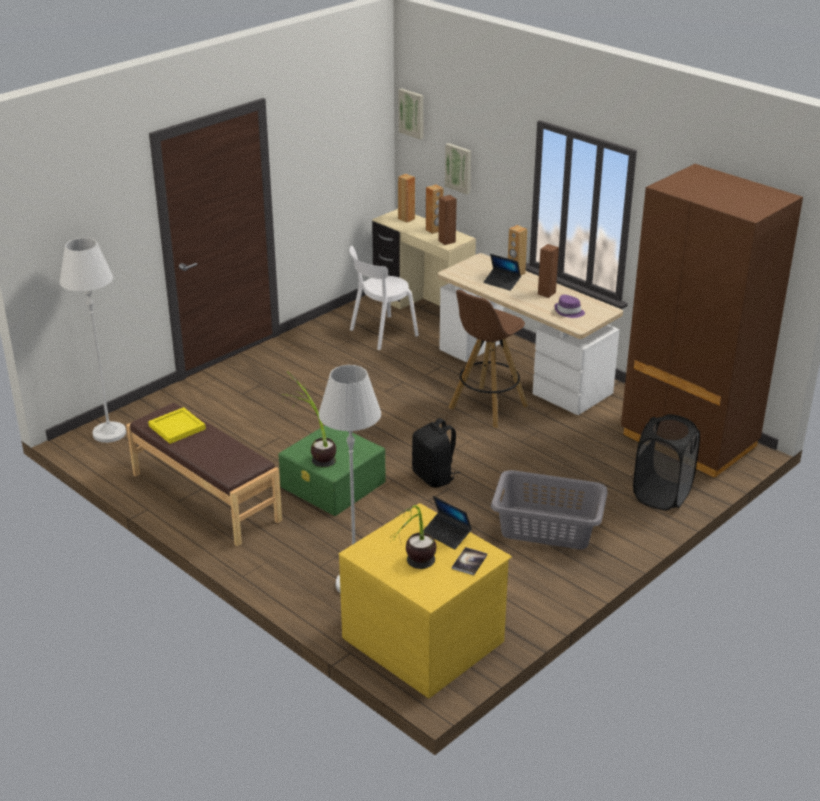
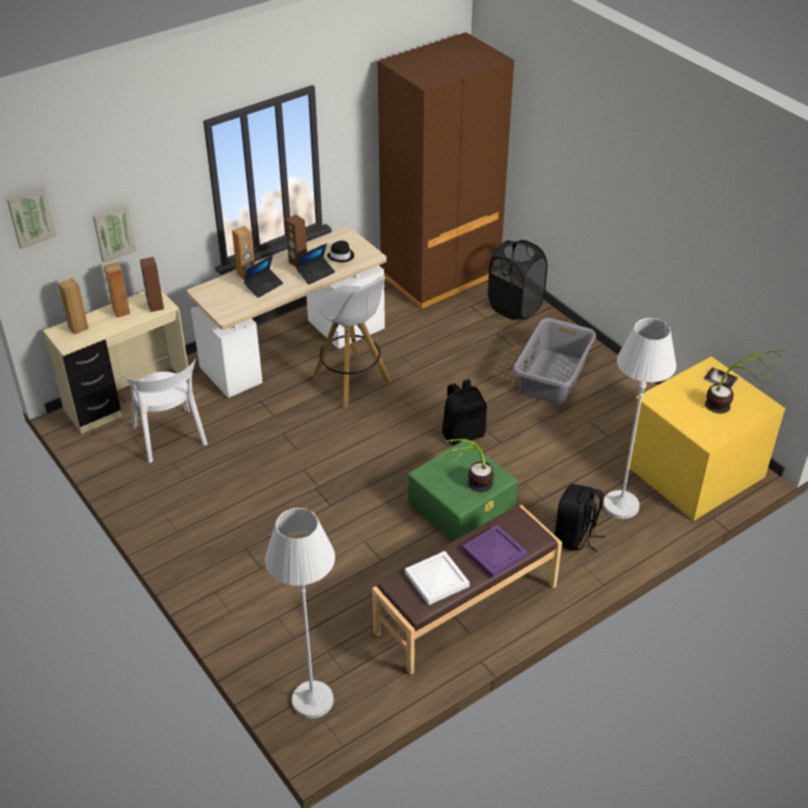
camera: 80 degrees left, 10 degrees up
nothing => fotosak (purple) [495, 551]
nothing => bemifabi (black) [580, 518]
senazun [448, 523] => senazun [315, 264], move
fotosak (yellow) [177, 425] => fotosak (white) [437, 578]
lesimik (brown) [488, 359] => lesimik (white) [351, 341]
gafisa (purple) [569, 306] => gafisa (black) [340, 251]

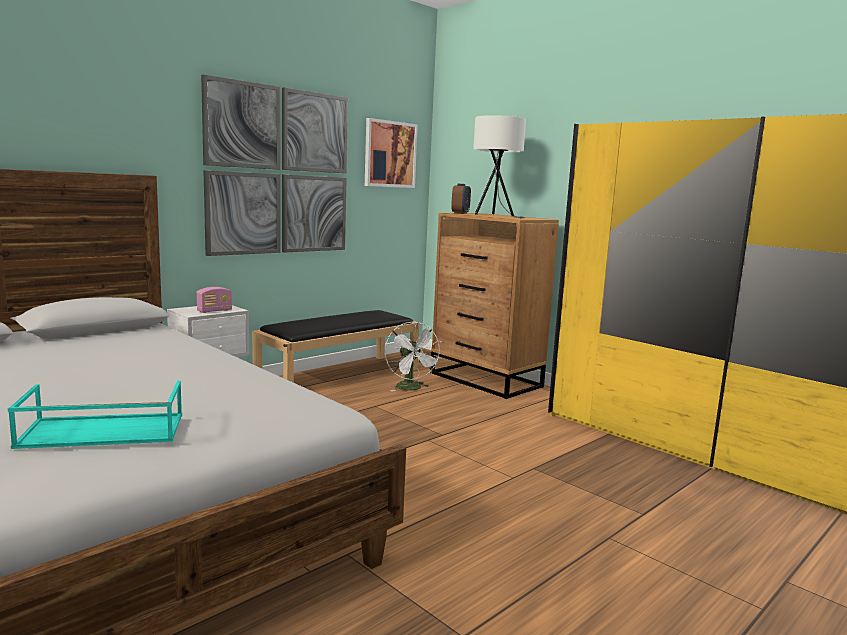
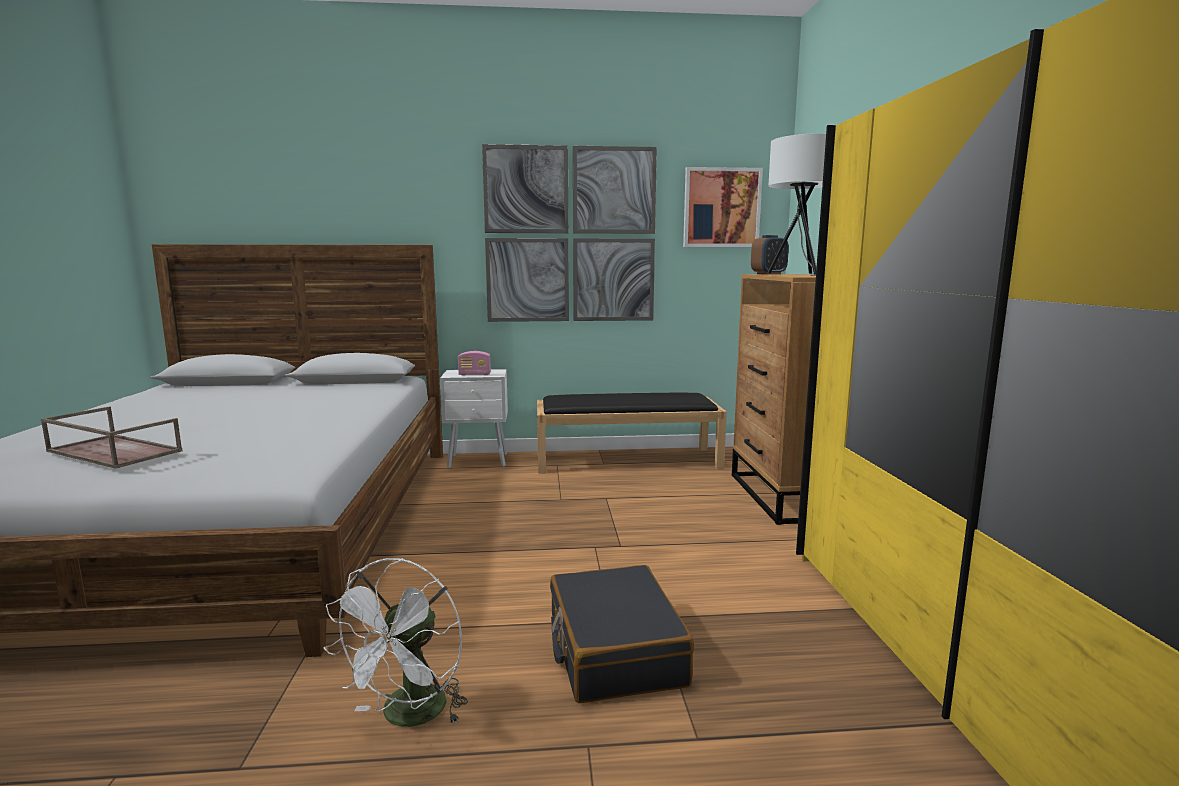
camera: 40 degrees right, 0 degrees up
nothing => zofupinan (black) [622, 634]
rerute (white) [413, 356] => rerute (white) [395, 642], move
fotosak (turquoise) [95, 415] => fotosak (brown) [111, 437]

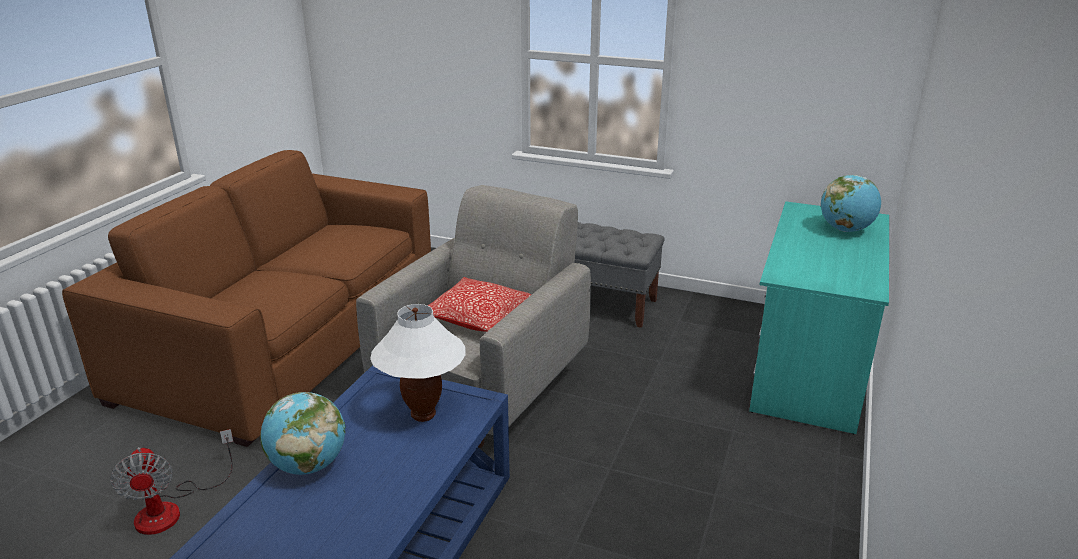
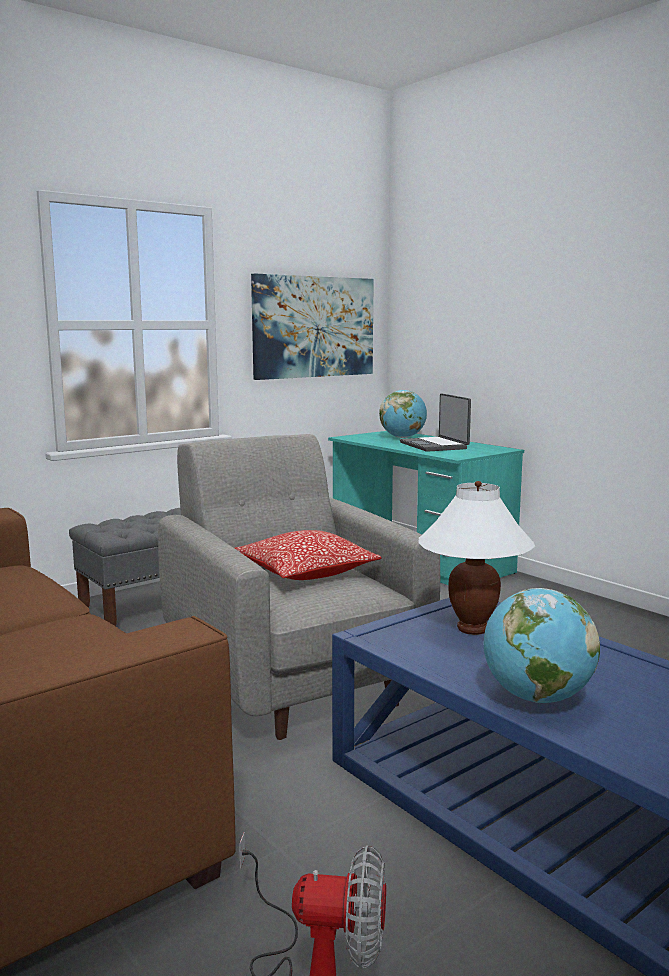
camera: 60 degrees left, 15 degrees down
nothing => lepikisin [312, 327]
nothing => senazun [435, 422]

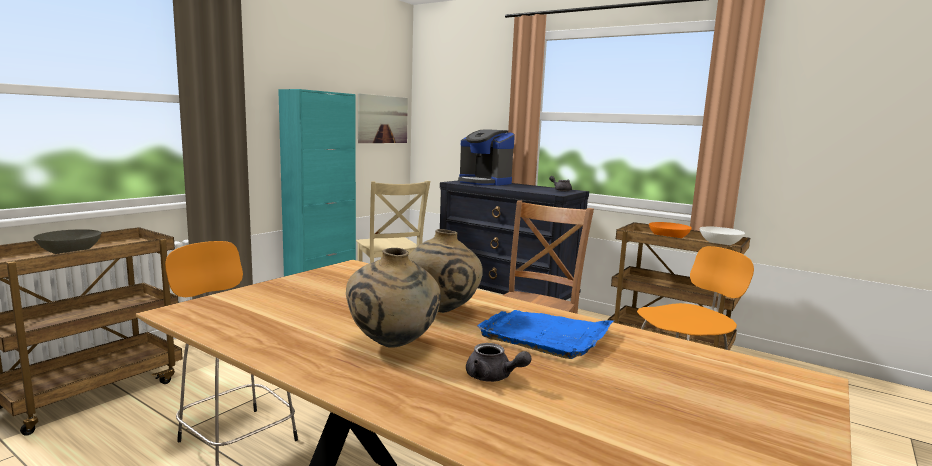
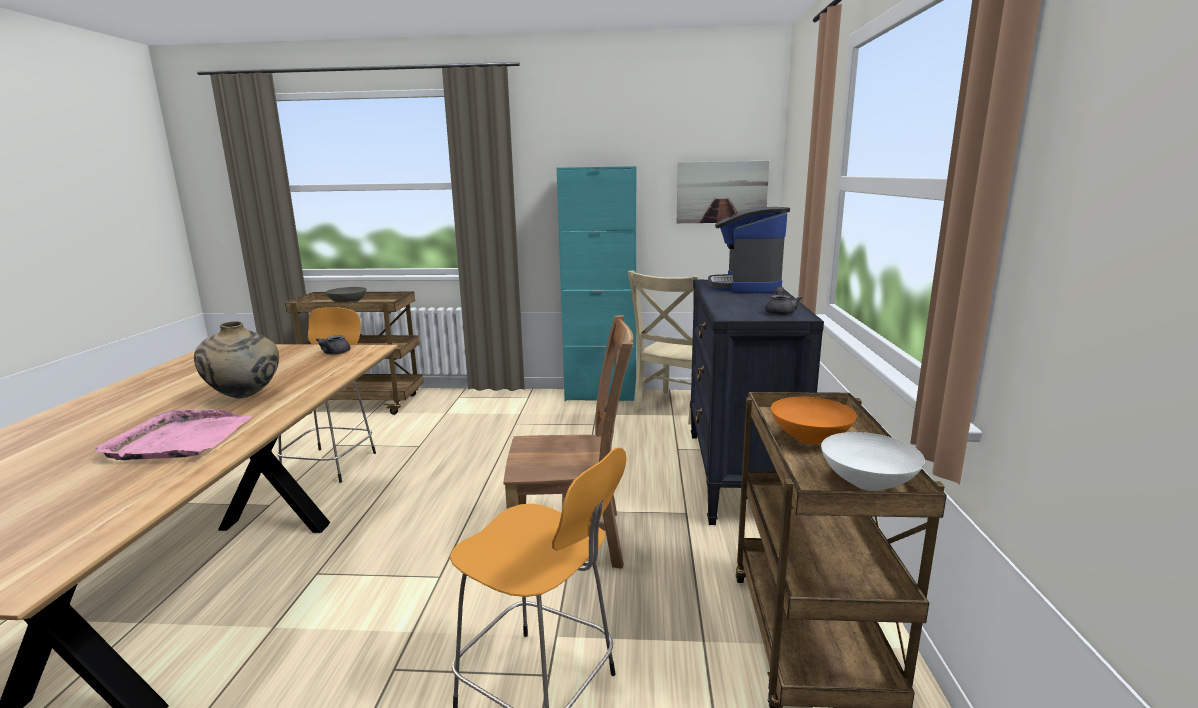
camera: 60 degrees right, 5 degrees up
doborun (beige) [393, 298] => nothing
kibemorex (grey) [499, 362] => kibemorex (grey) [333, 345], move
fotosak (blue) [545, 334] => fotosak (pink) [173, 434]

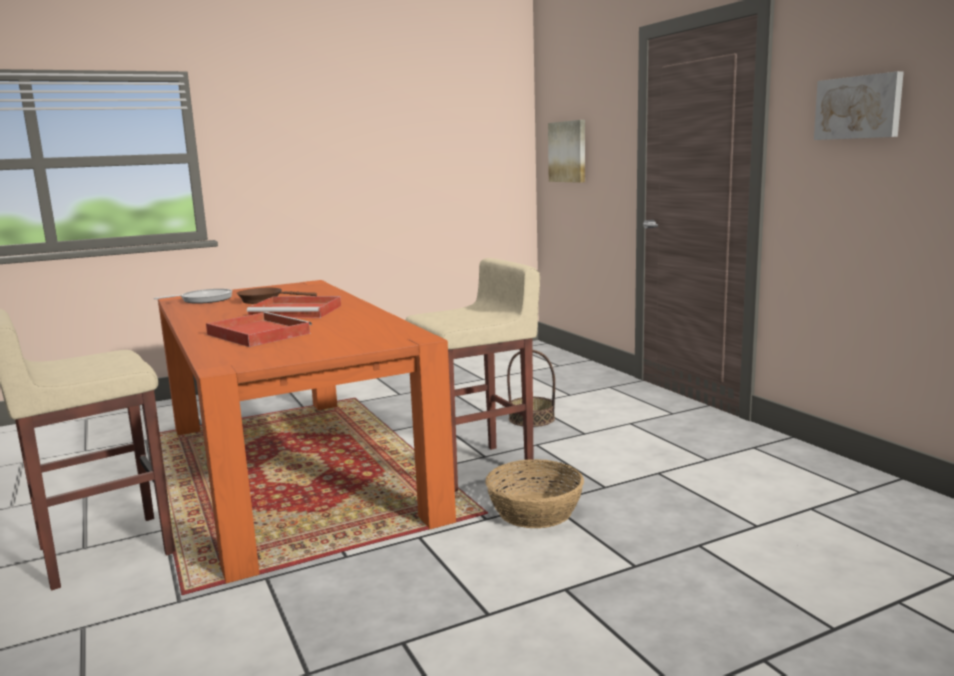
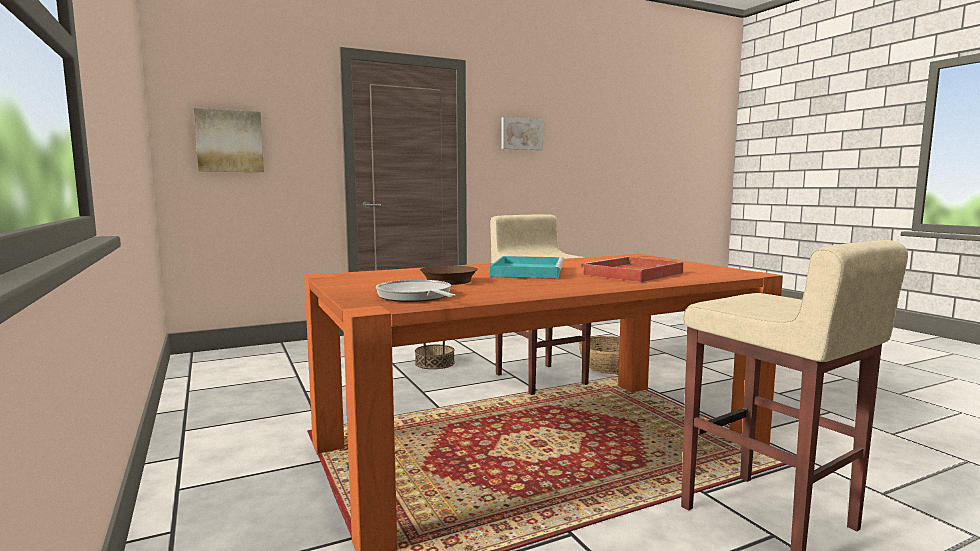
camera: 90 degrees left, 5 degrees down
fotosak (red) [294, 307] => fotosak (turquoise) [527, 267]

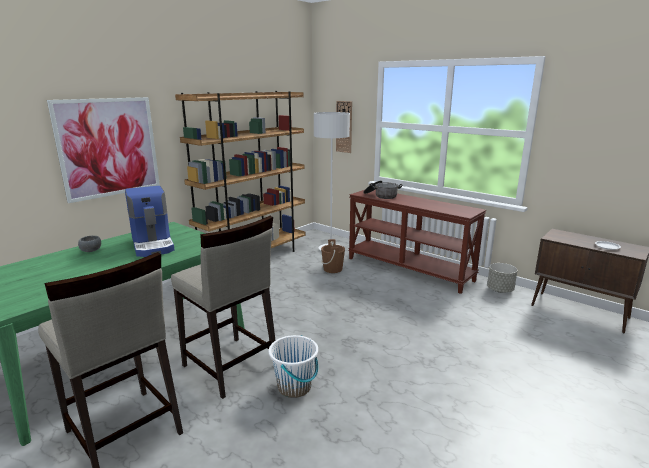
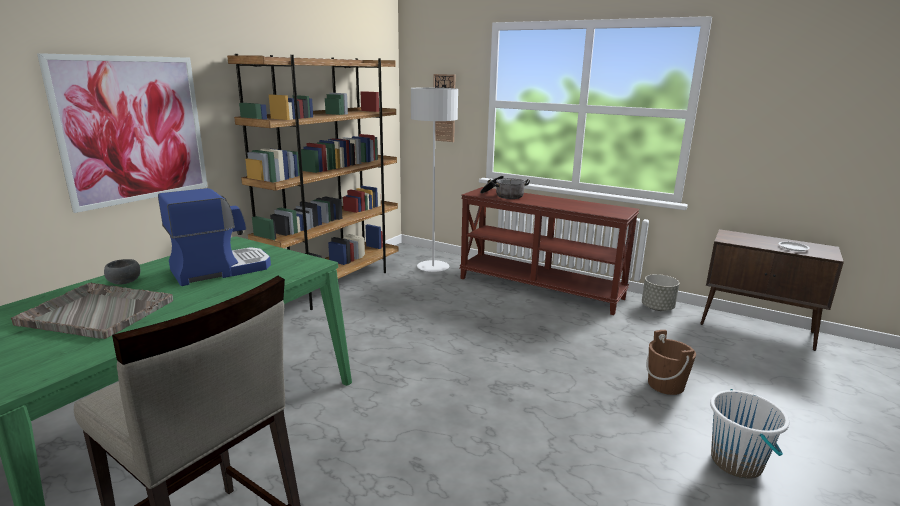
camera: 10 degrees left, 0 degrees up
lesimik (beige) [223, 307] => nothing
nothing => fotosak (grey) [92, 311]
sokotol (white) [293, 366] => sokotol (white) [749, 434], move
sokotol (brown) [333, 256] => sokotol (brown) [671, 362], move
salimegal [150, 221] => salimegal [214, 237], 90 degrees counterclockwise

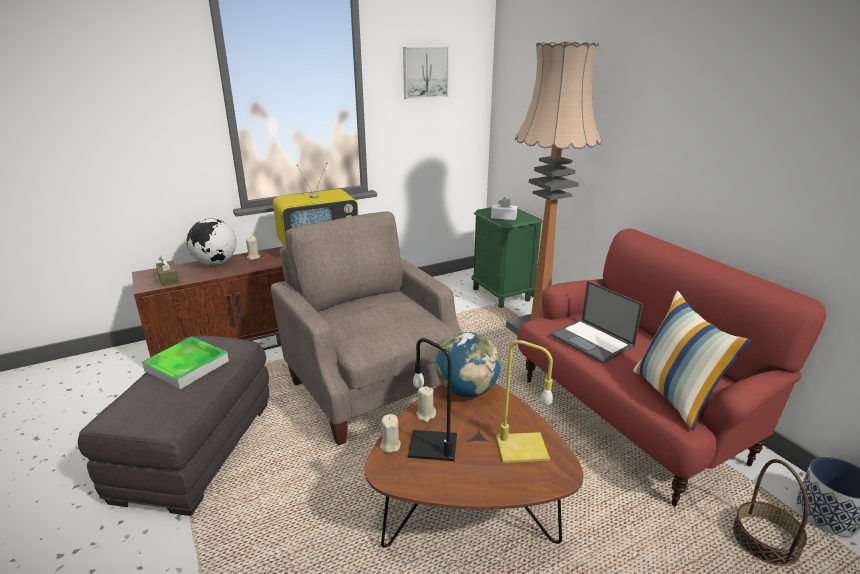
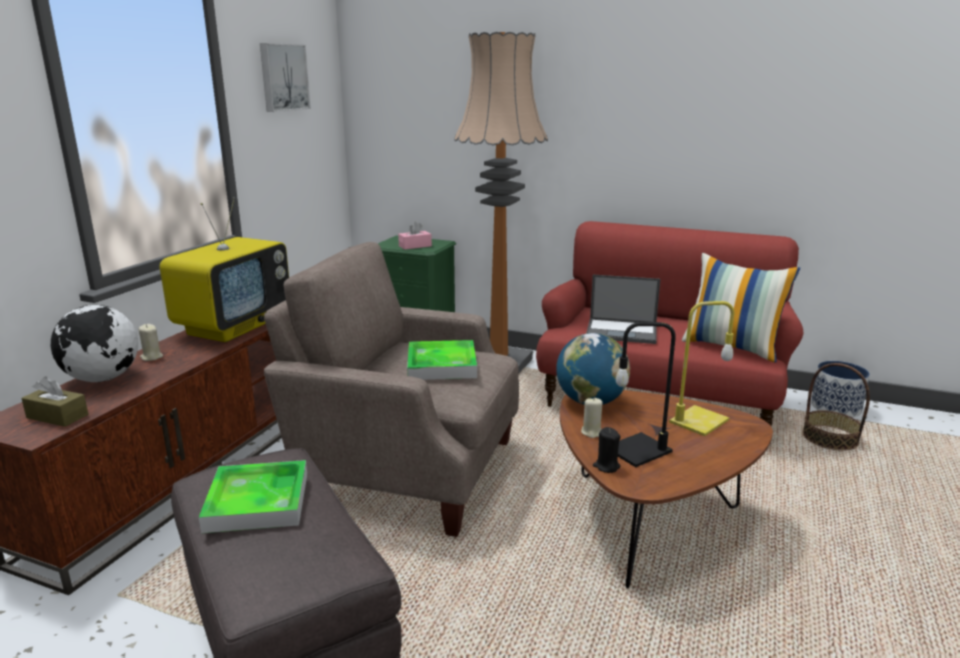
camera: 40 degrees left, 5 degrees down
nothing => fotosak [442, 360]
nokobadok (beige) [390, 433] => nokobadok (black) [607, 450]
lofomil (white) [504, 208] => lofomil (pink) [415, 236]

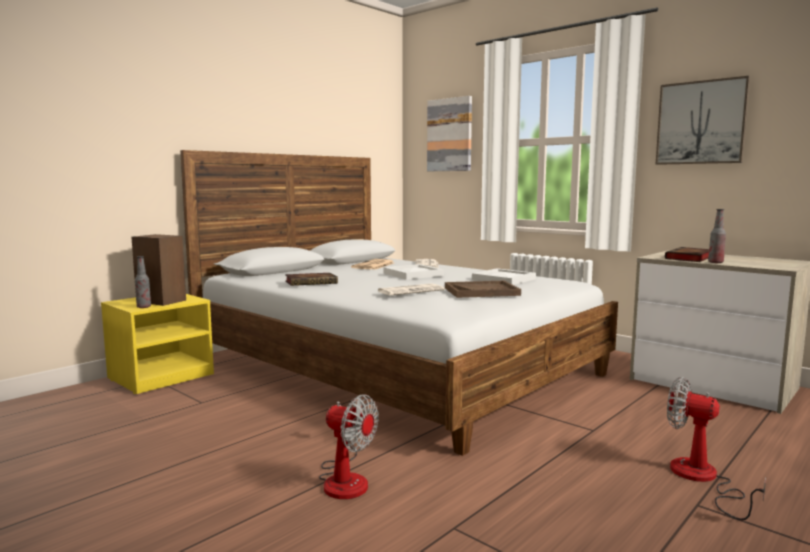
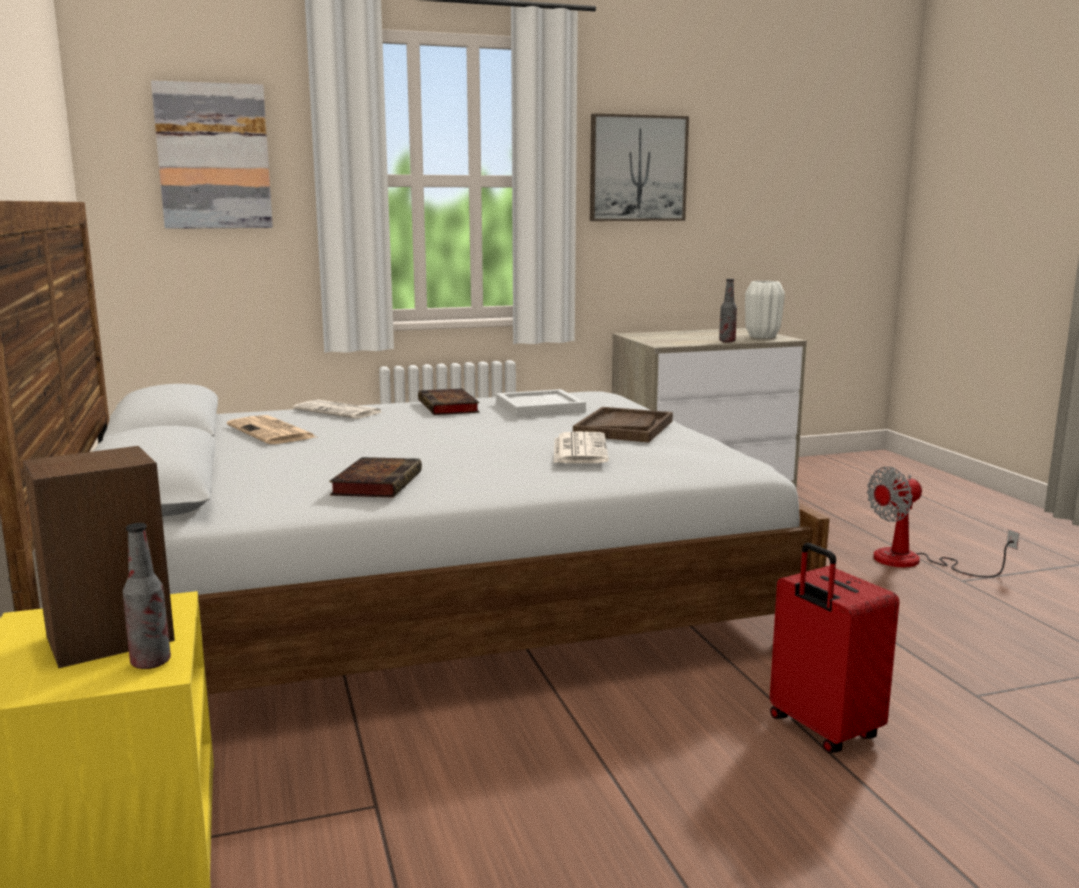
camera: 60 degrees left, 5 degrees up
fotosak (white) [414, 272] => nothing
nothing => doborun (white) [765, 310]
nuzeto [687, 254] => nuzeto [449, 401], move
rerute [348, 446] => zofupinan (red) [834, 648]

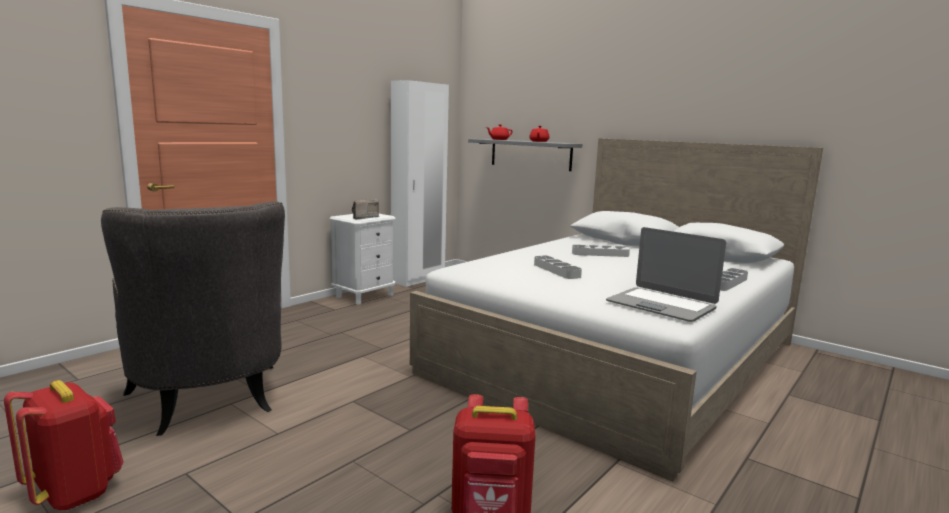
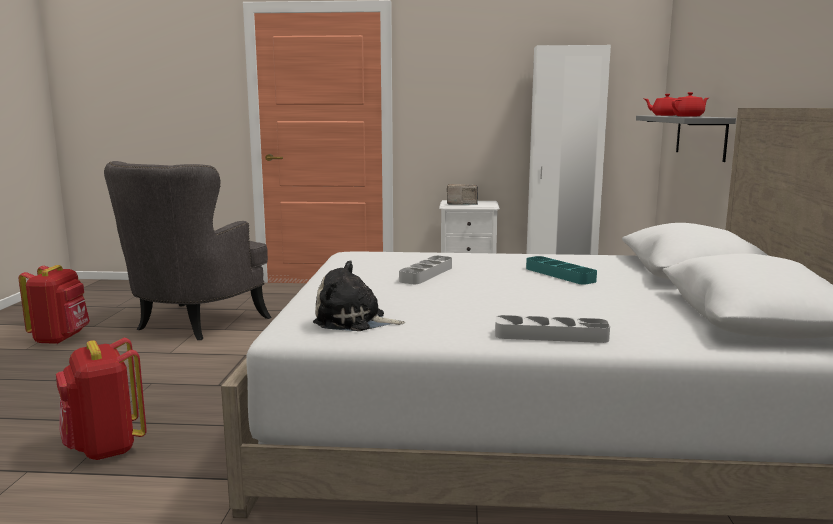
camera: 55 degrees right, 0 degrees up
senazun [666, 274] => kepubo [359, 295]
fotosak (grey) [601, 251] => fotosak (turquoise) [561, 270]

